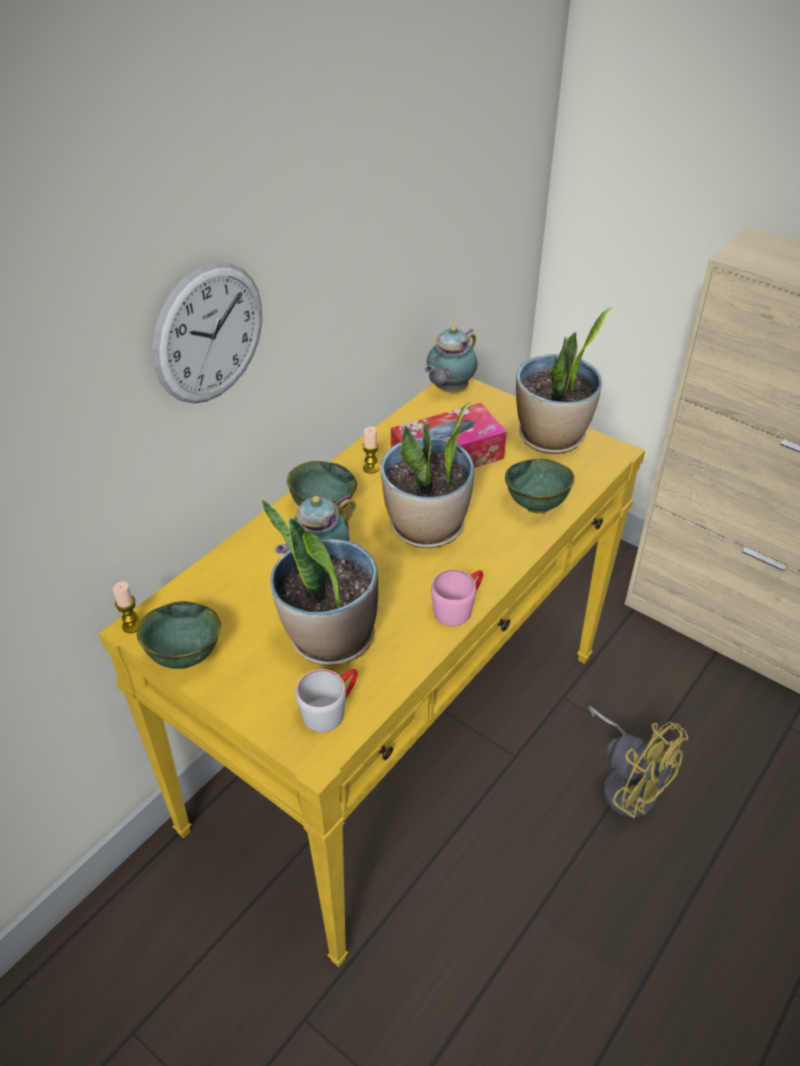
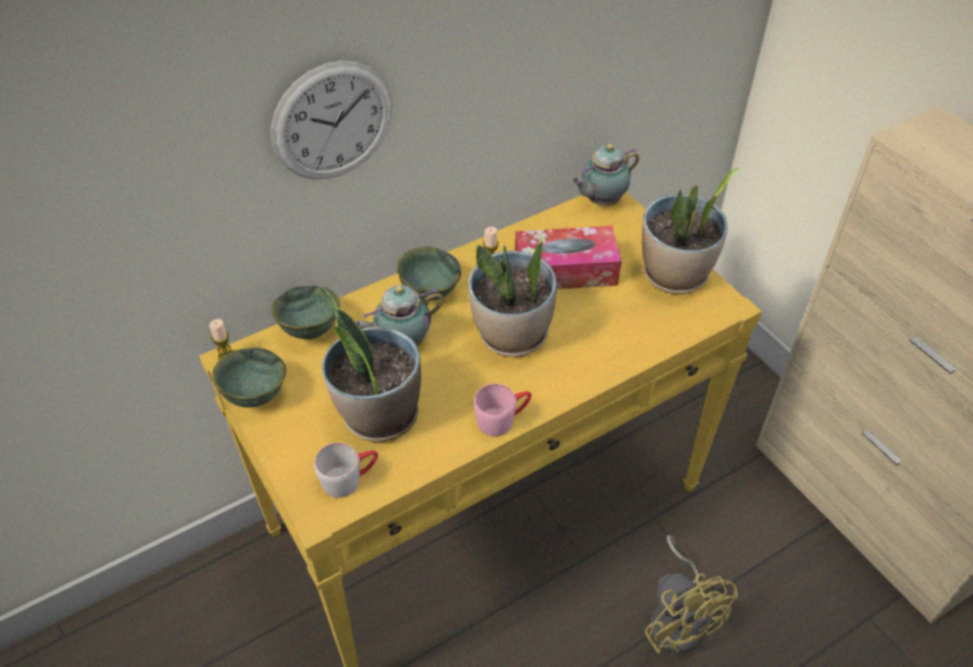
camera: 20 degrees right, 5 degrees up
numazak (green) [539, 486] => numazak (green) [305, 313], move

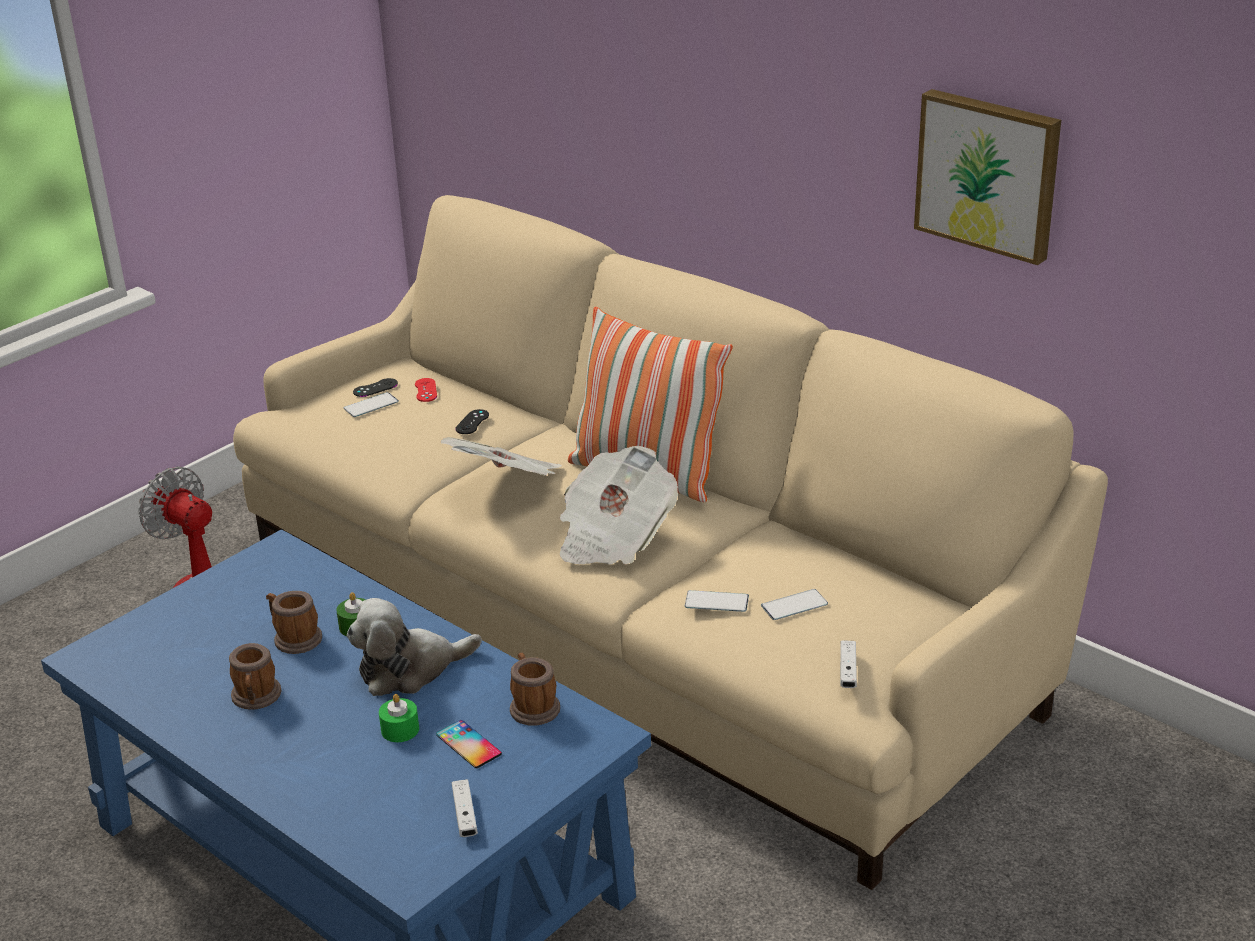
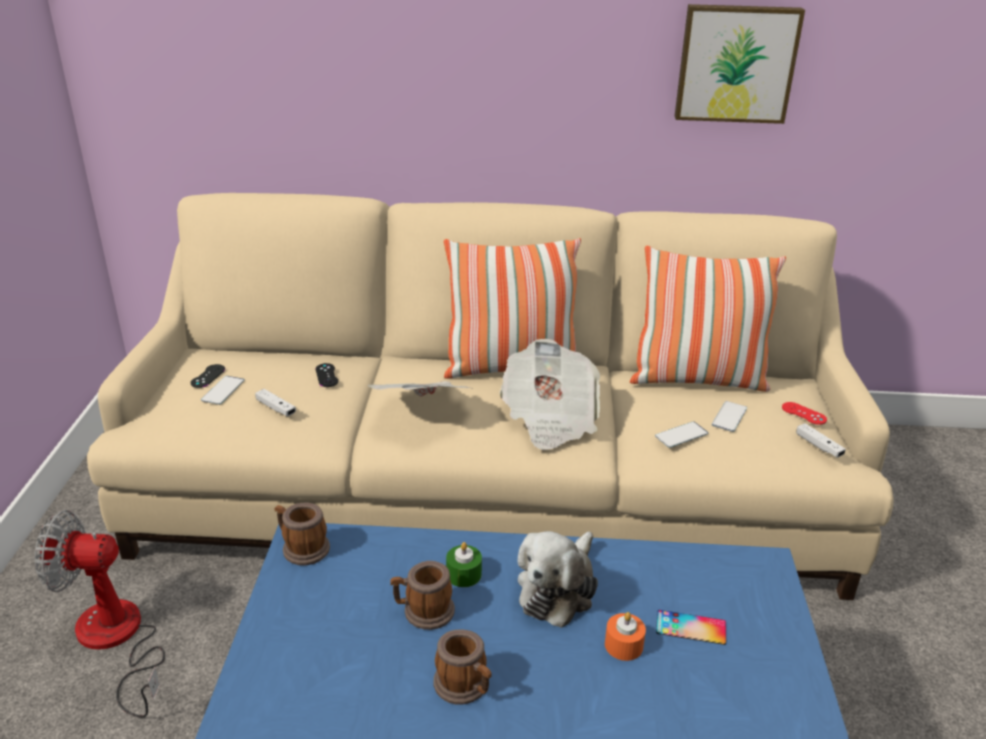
camera: 40 degrees left, 0 degrees up
nothing => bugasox [708, 319]
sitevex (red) [426, 390] => sitevex (red) [804, 413], move
sitevex (white) [465, 808] => sitevex (white) [275, 402], move
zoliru [535, 689] => zoliru [302, 533], move
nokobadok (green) [399, 718] => nokobadok (orange) [625, 636]

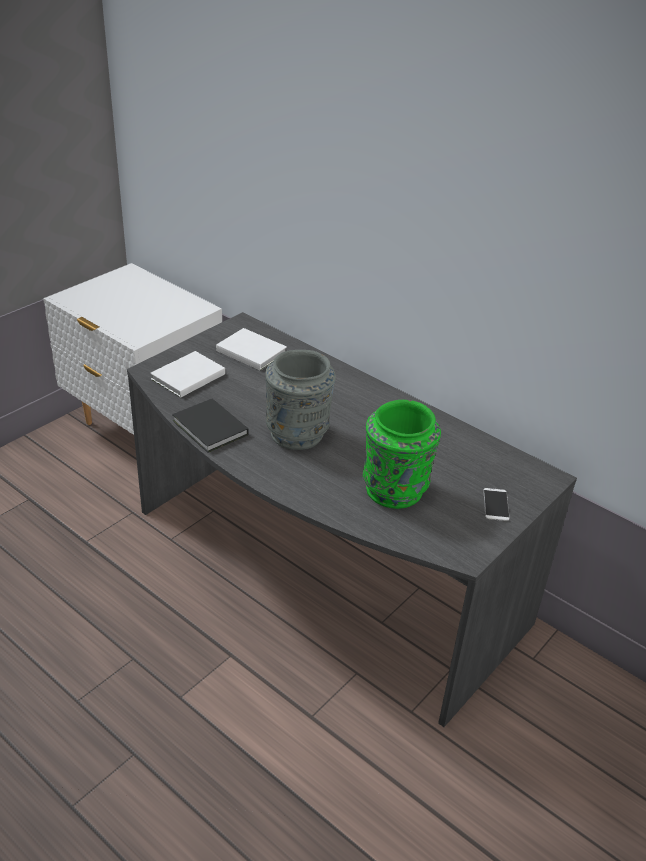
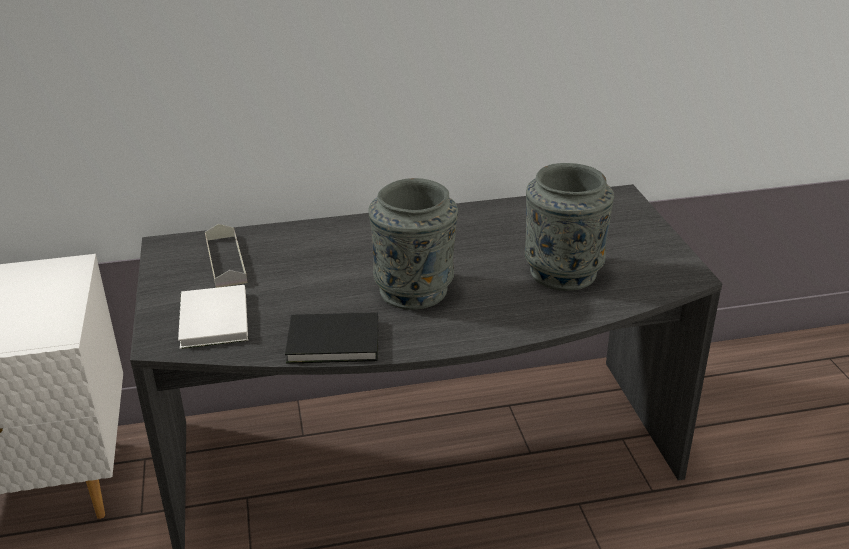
camera: 50 degrees left, 5 degrees down
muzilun [496, 504] => nothing
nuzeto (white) [251, 349] => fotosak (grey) [226, 256]
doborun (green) [402, 454] => doborun (grey) [569, 227]

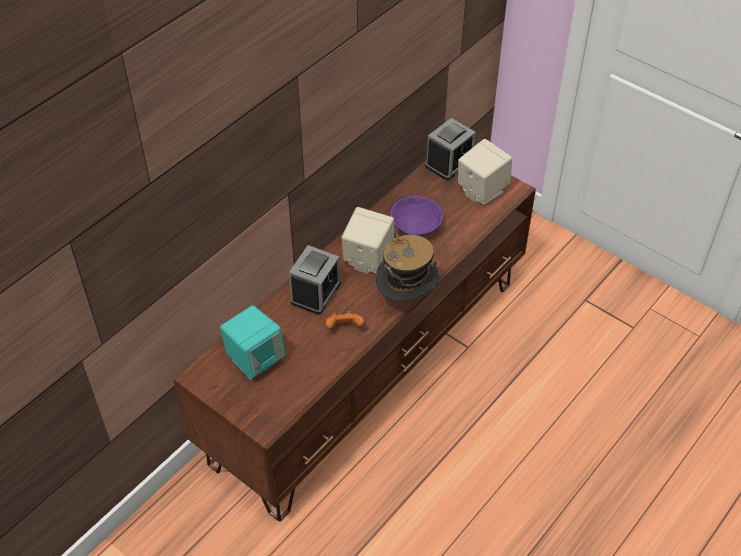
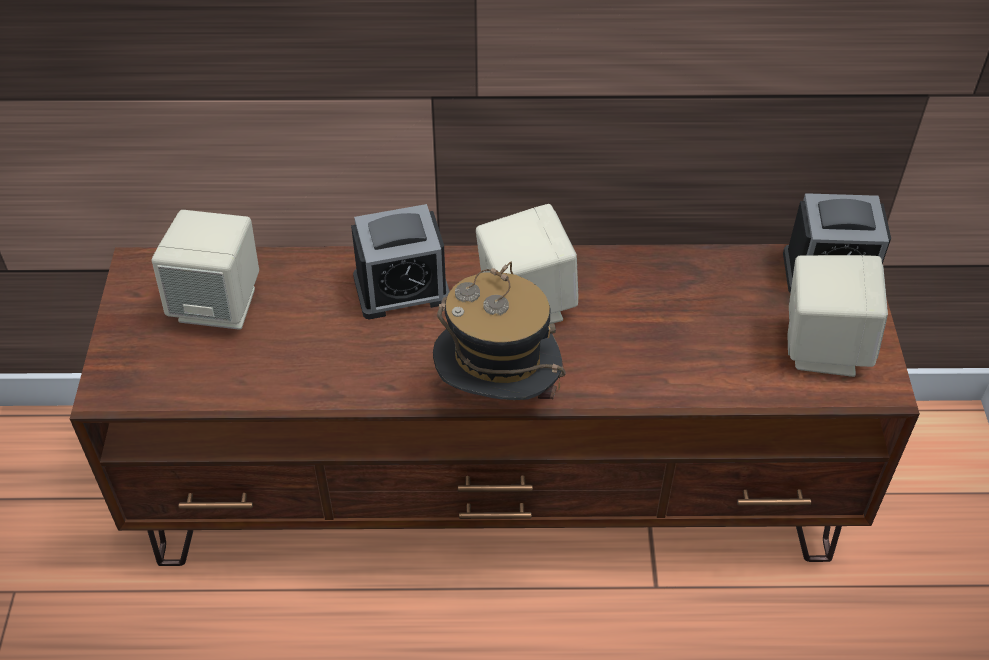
camera: 50 degrees right, 0 degrees up
sitevex (orange) [344, 320] => nothing
numazak (purple) [417, 216] => nothing
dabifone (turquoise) [252, 342] => dabifone (beige) [205, 270]

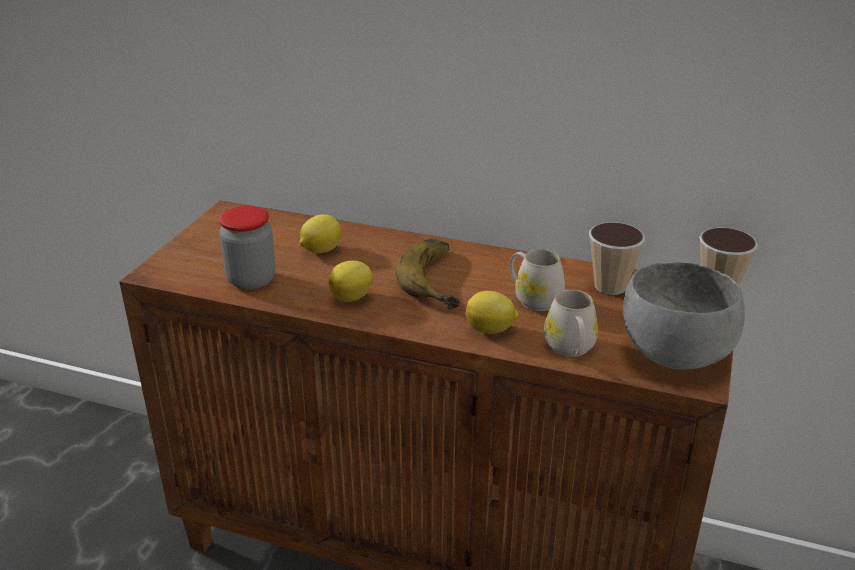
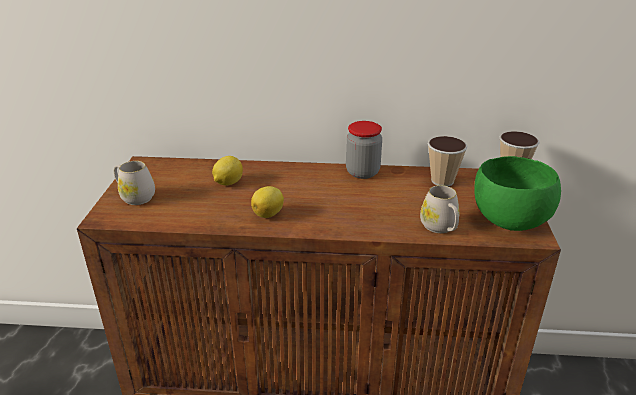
camera: 15 degrees left, 0 degrees up
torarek [428, 274] => nothing
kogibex [492, 312] => nothing
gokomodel [247, 248] => gokomodel [364, 150], move
zoliru (white) [537, 280] => zoliru (white) [134, 183], move
numazak (grey) [684, 316] => numazak (green) [517, 193]

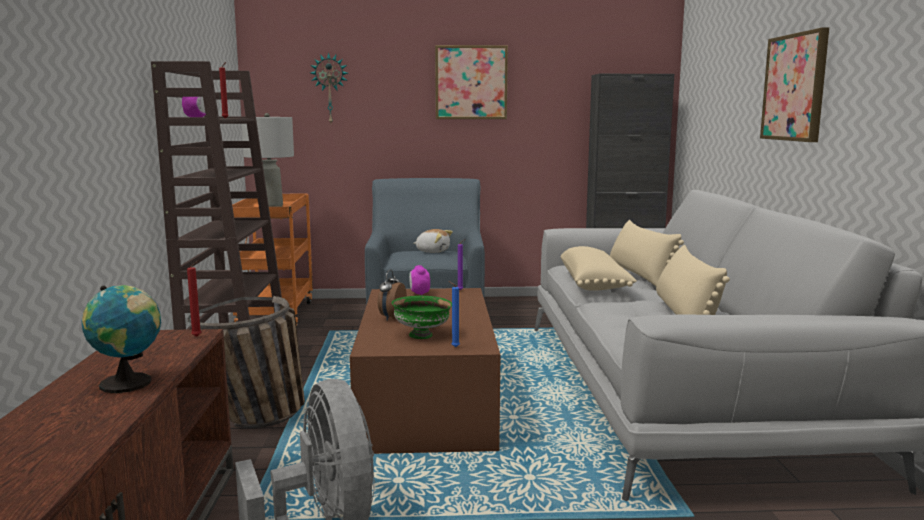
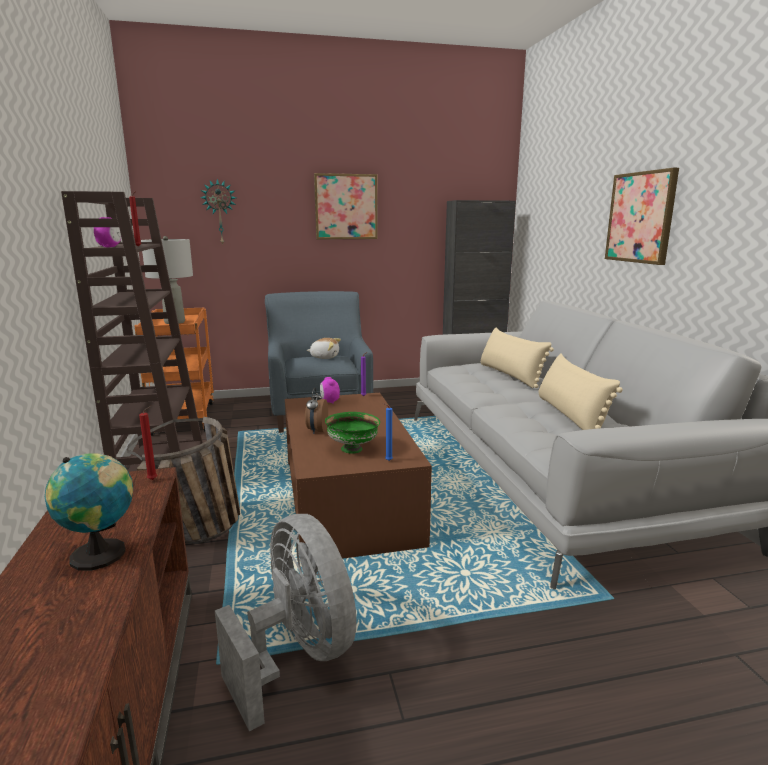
camera: 10 degrees left, 5 degrees up
bugasox (beige) [598, 268] => nothing

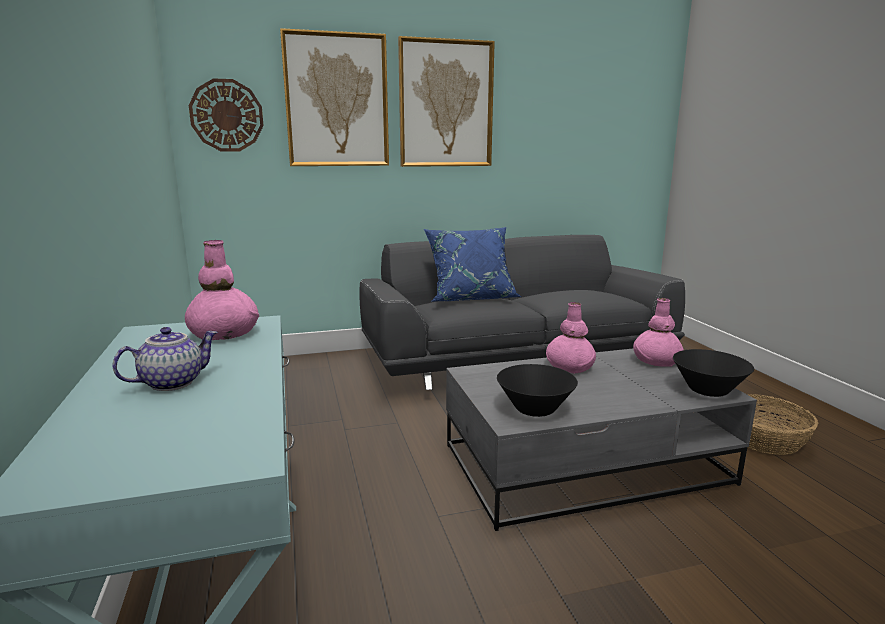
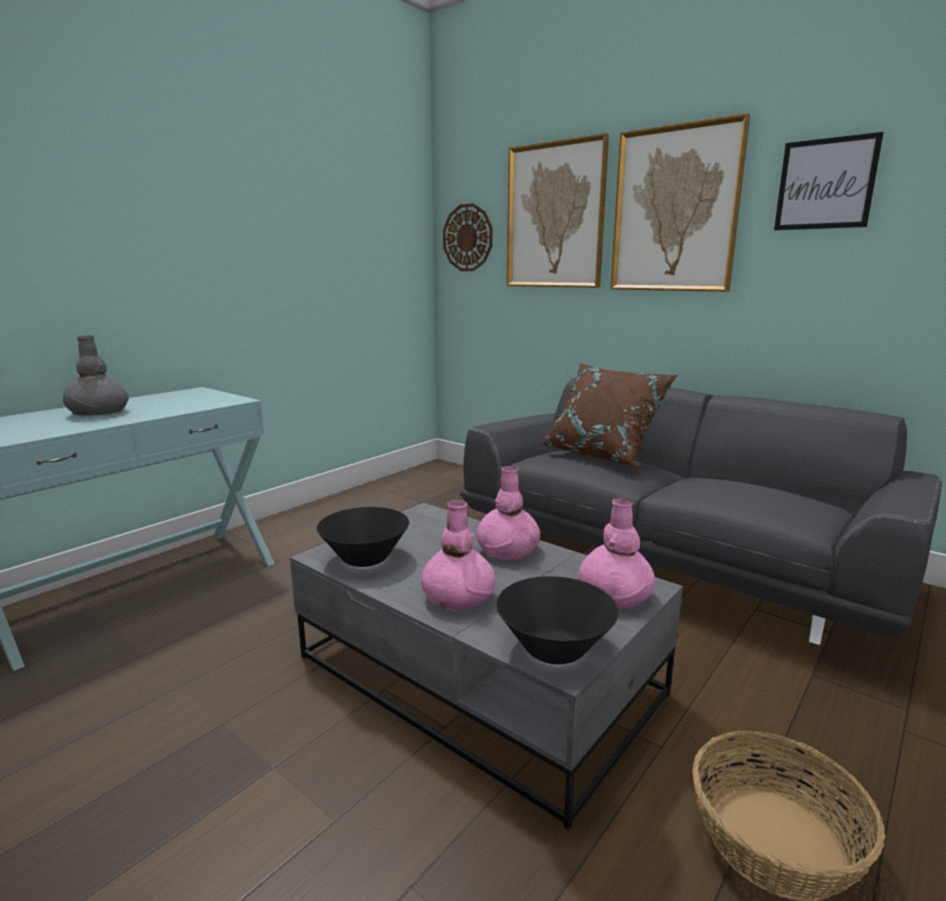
camera: 55 degrees right, 0 degrees up
nothing => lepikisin [829, 181]
doborun (pink) [222, 290] => doborun (pink) [458, 555], move
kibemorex [165, 359] => doborun (grey) [96, 376]
bugasox (blue) [473, 264] => bugasox (brown) [608, 415]

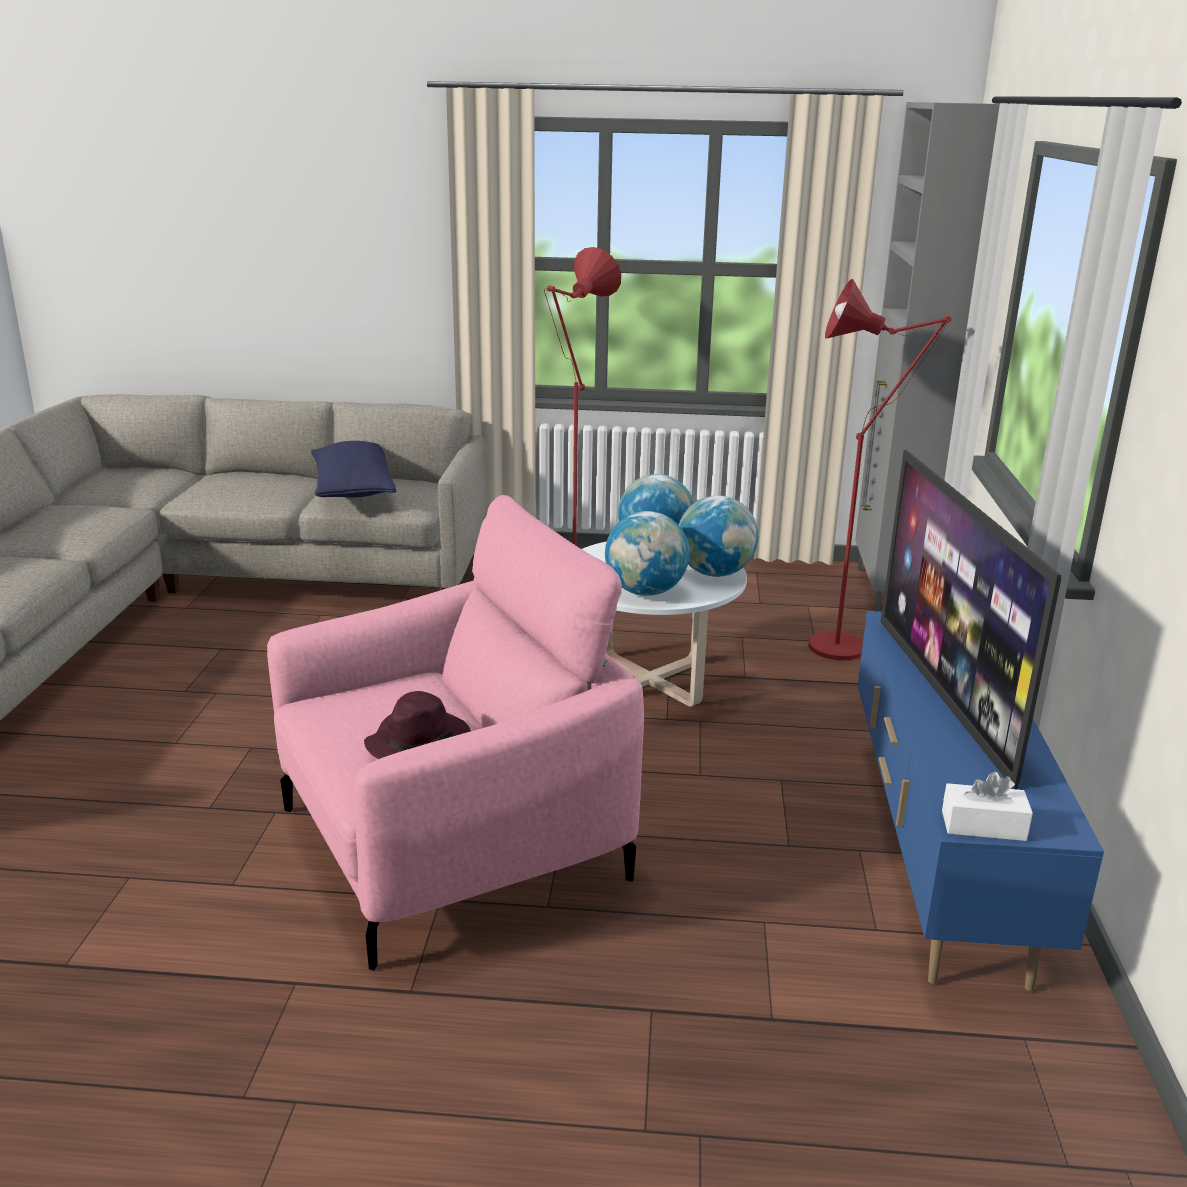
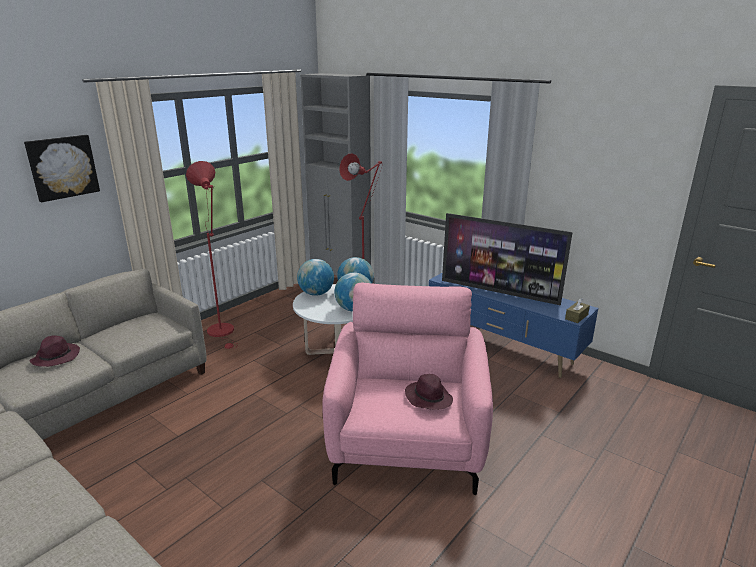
camera: 55 degrees left, 0 degrees up
bugasox (blue) [353, 469] => nothing
nothing => lepikisin [62, 168]
nothing => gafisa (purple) [54, 351]
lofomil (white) [987, 806] => lofomil (brown) [577, 310]

